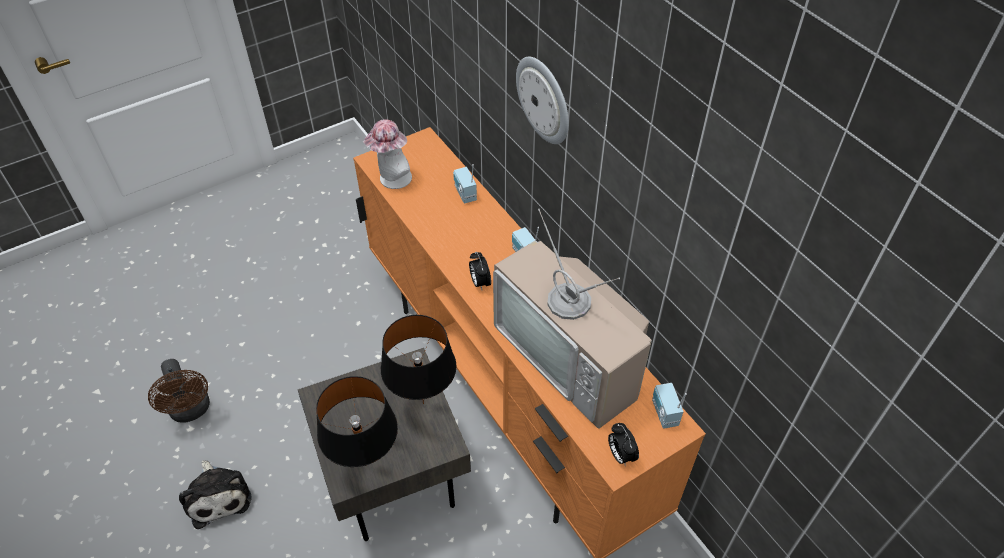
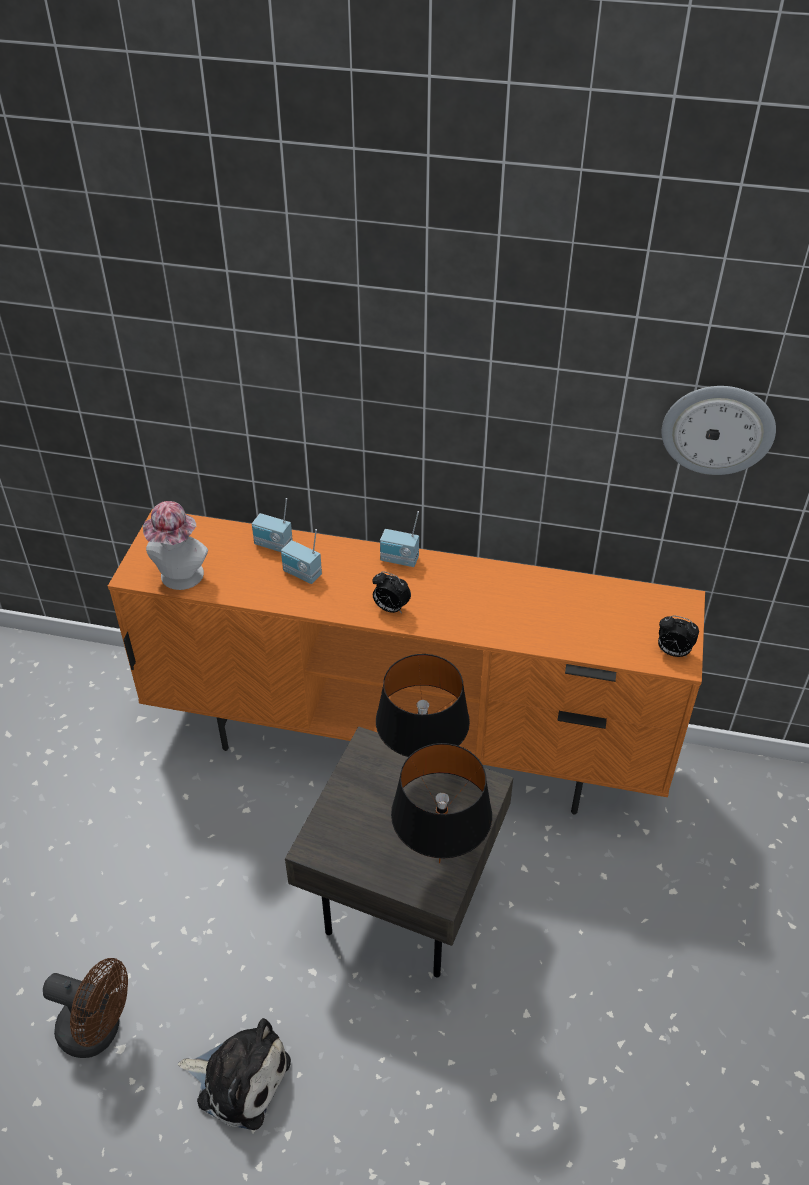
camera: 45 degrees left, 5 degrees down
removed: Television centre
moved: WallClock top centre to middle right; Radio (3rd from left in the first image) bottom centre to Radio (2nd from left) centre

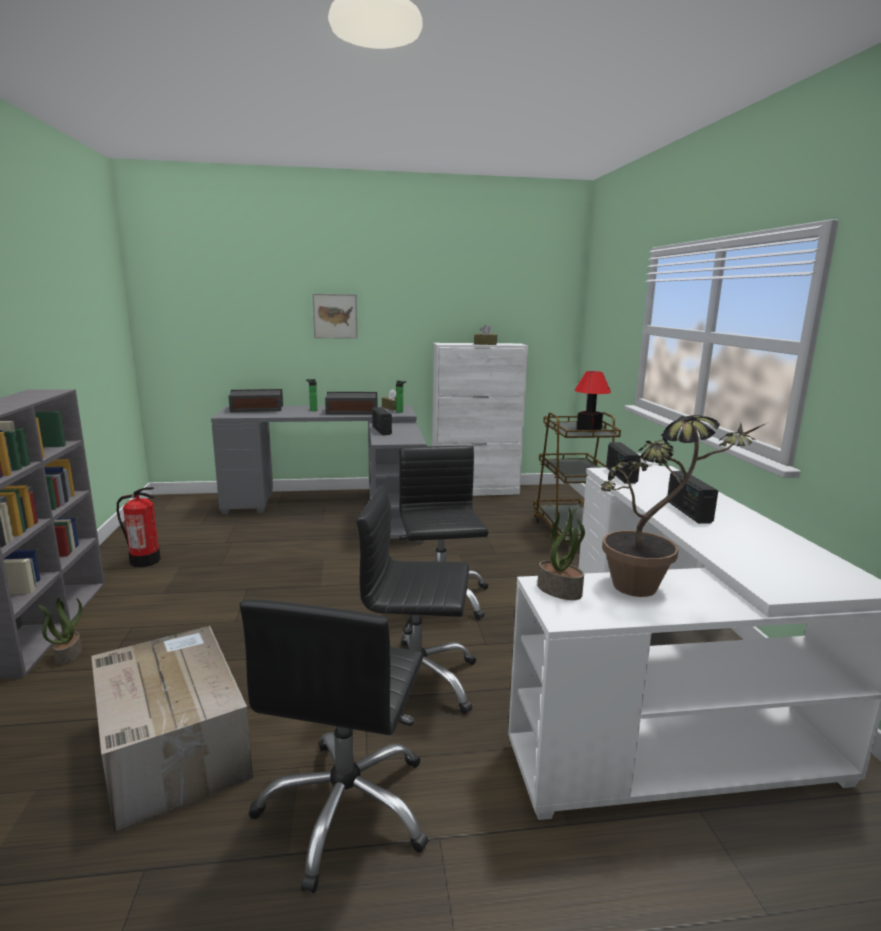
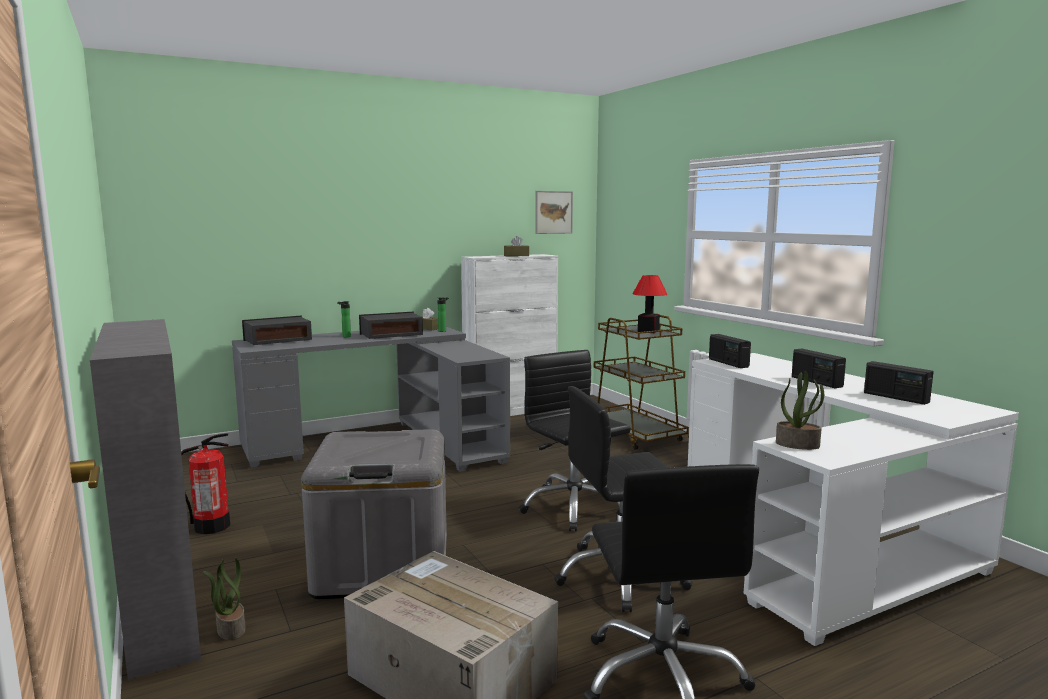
camera: 20 degrees left, 5 degrees down
removed: PottedPlant (3rd from left) middle right
added: GreyStorageBox bottom centre
moved: Picture centre to top centre; Radio (3rd from left in the first image) centre to Radio (5th from left) middle right

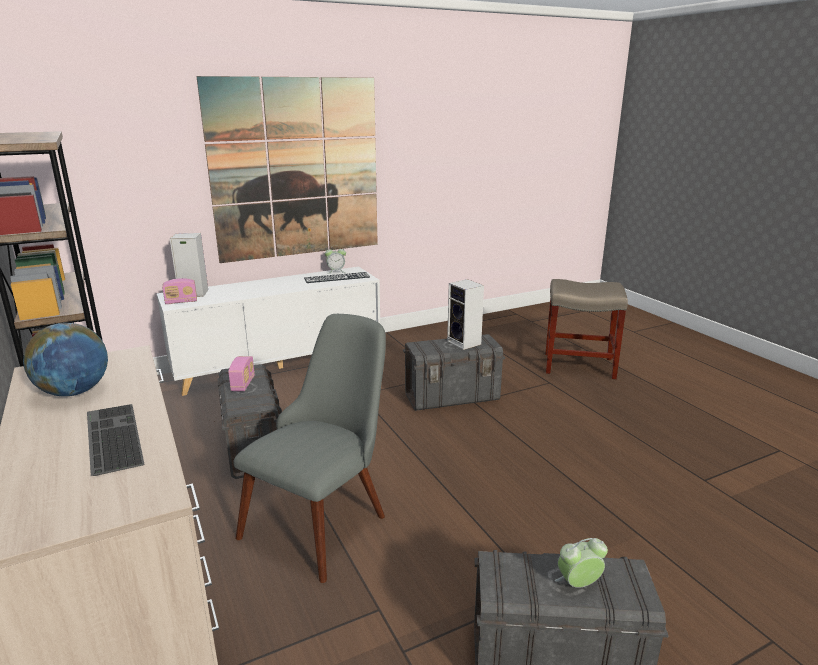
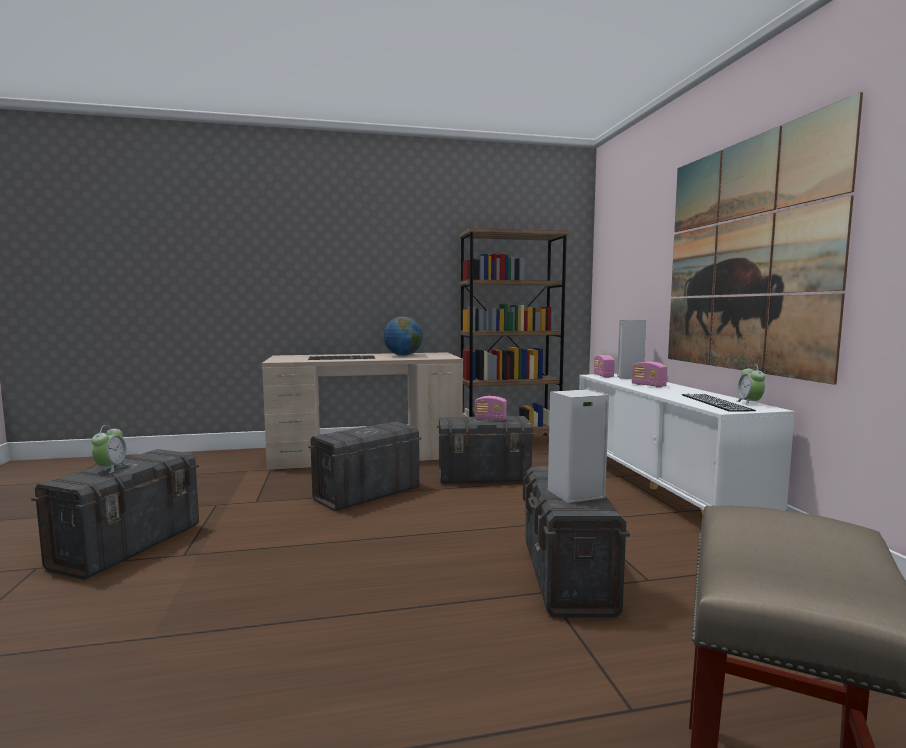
camera: 105 degrees right, 15 degrees down
added: Radio (3rd from left) middle right
replaced: GreyChair bottom centre to GreyStorageBox (2nd from left) centre

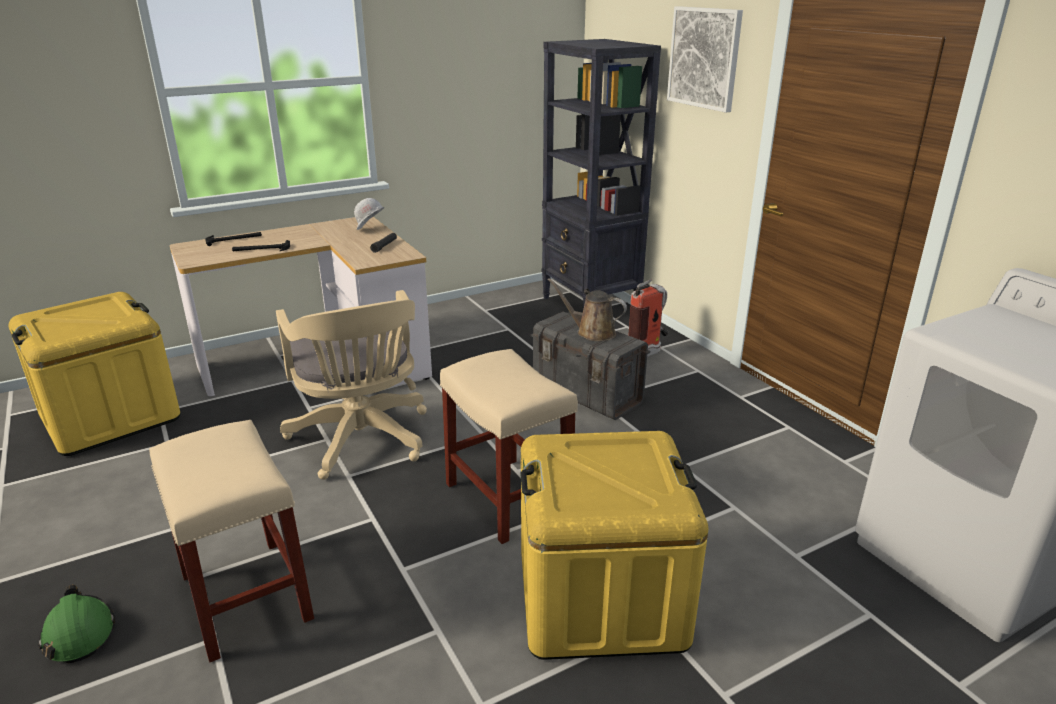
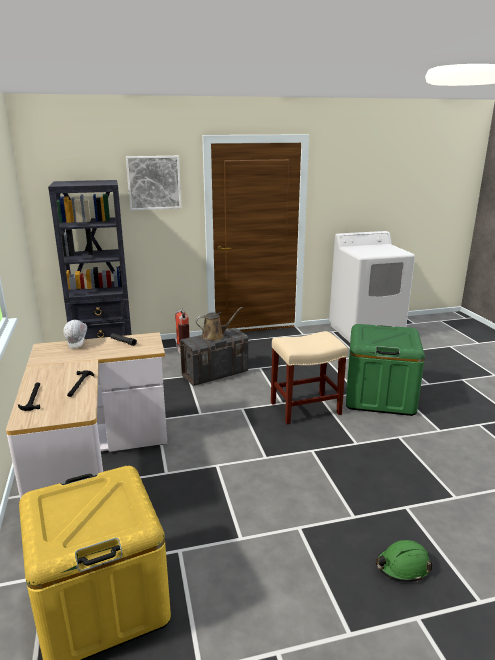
camera: 75 degrees left, 5 degrees down
removed: BeigeStool (1st from left) bottom left; BeigeOfficeChair middle left
recoloured: YellowStorageBox (2nd from left) bottom centre to GreenStorageBox middle right
turned: BrownWateringCan centre = centre 150 degrees counterclockwise

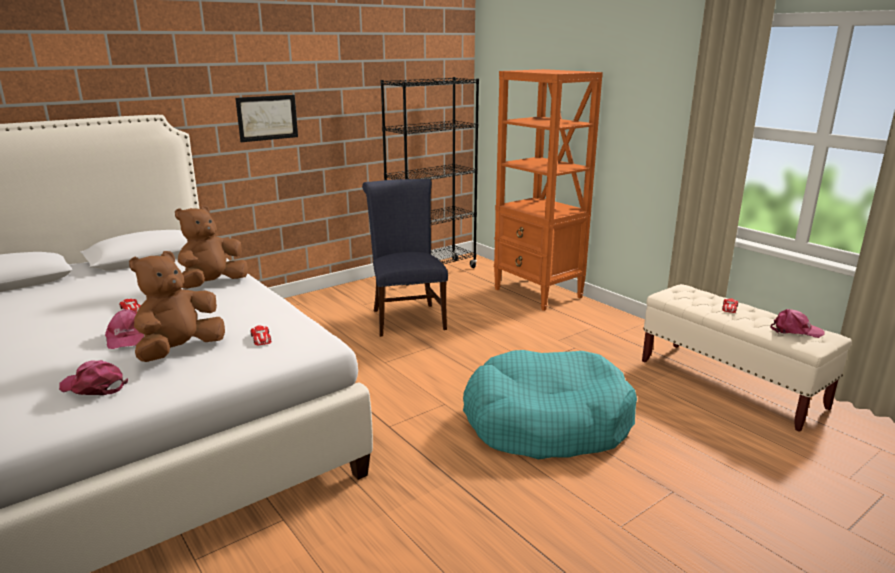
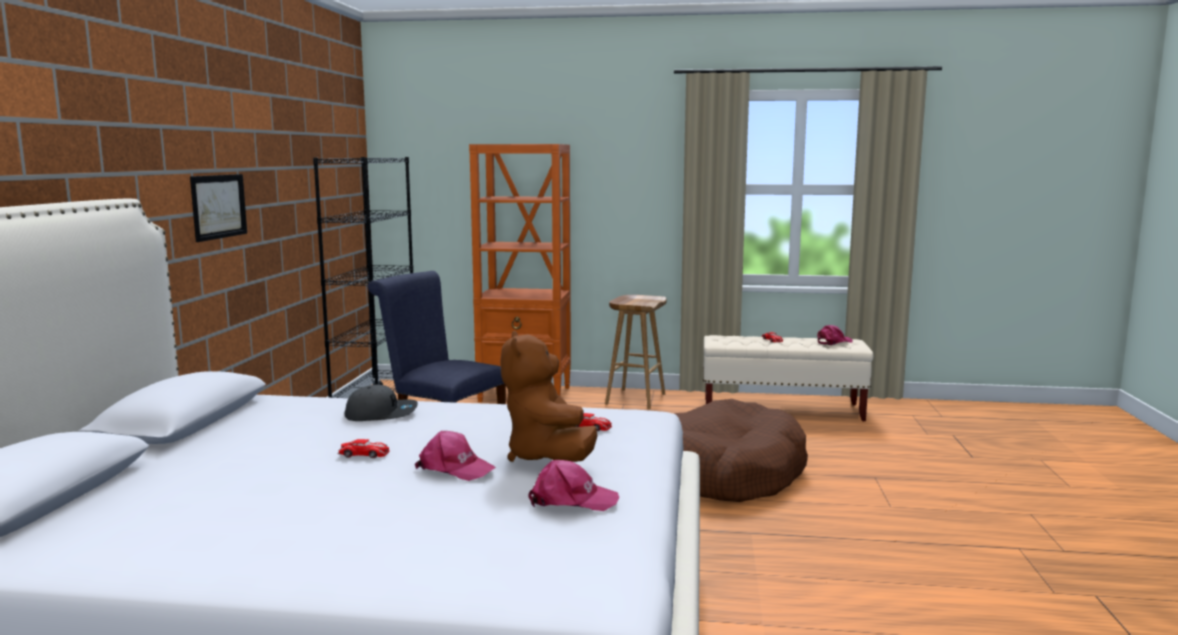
camera: 45 degrees left, 10 degrees down
added: BrownStool centre
replaced: BrownPlushToy (2nd from left) middle left to GreyCap middle left
recoloured: TurquoiseDogBed bottom centre to BrownDogBed bottom centre
turned: PinkCap (1st from left in the first image) middle left = bottom centre 150 degrees counterclockwise

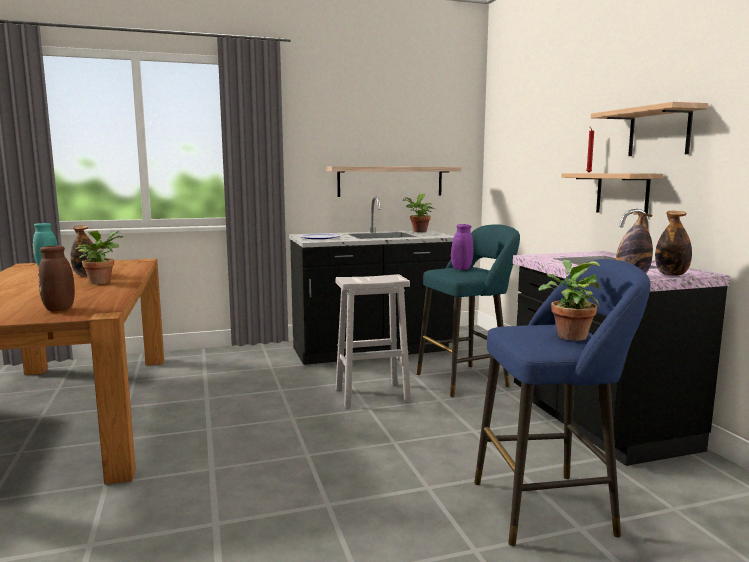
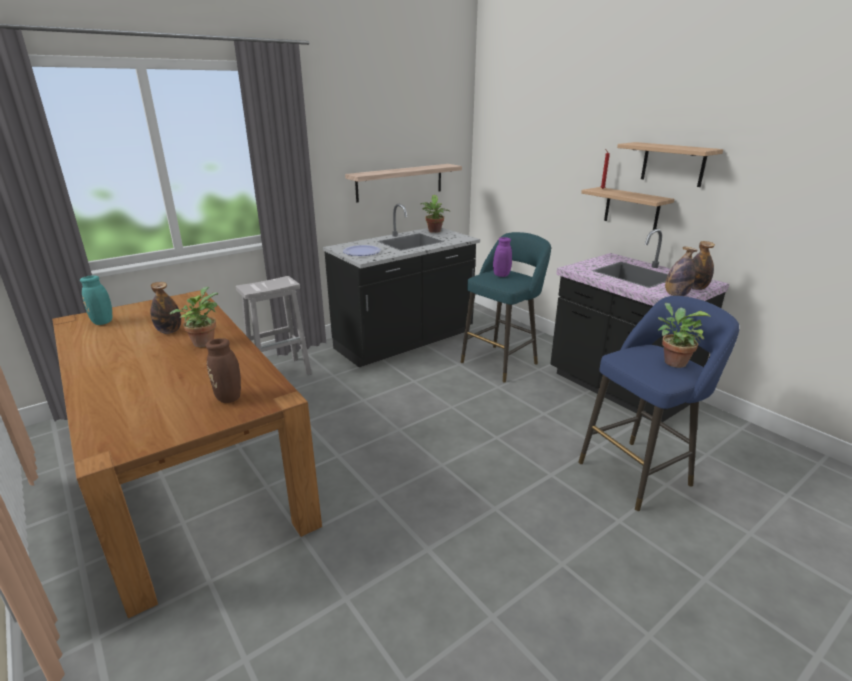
camera: 20 degrees left, 15 degrees up
moved: WhiteStool centre to middle left

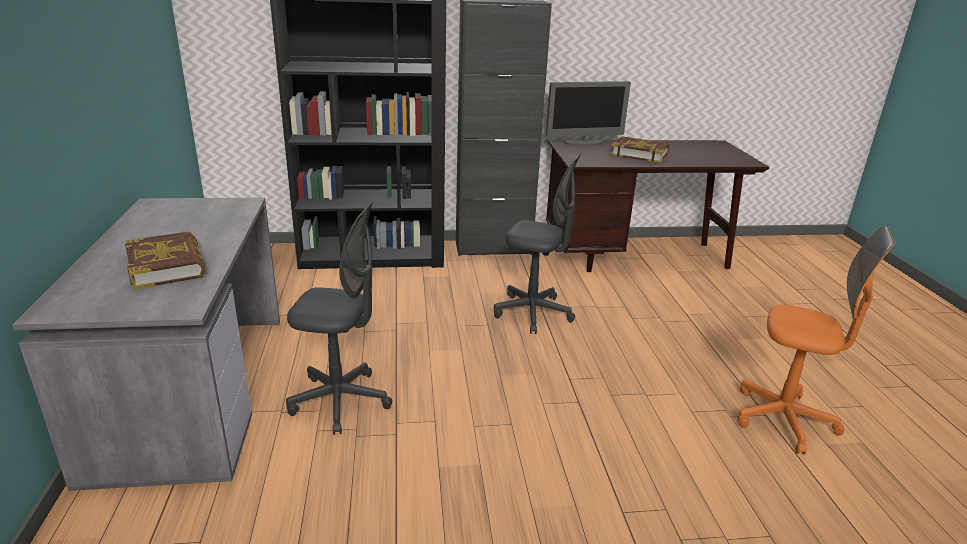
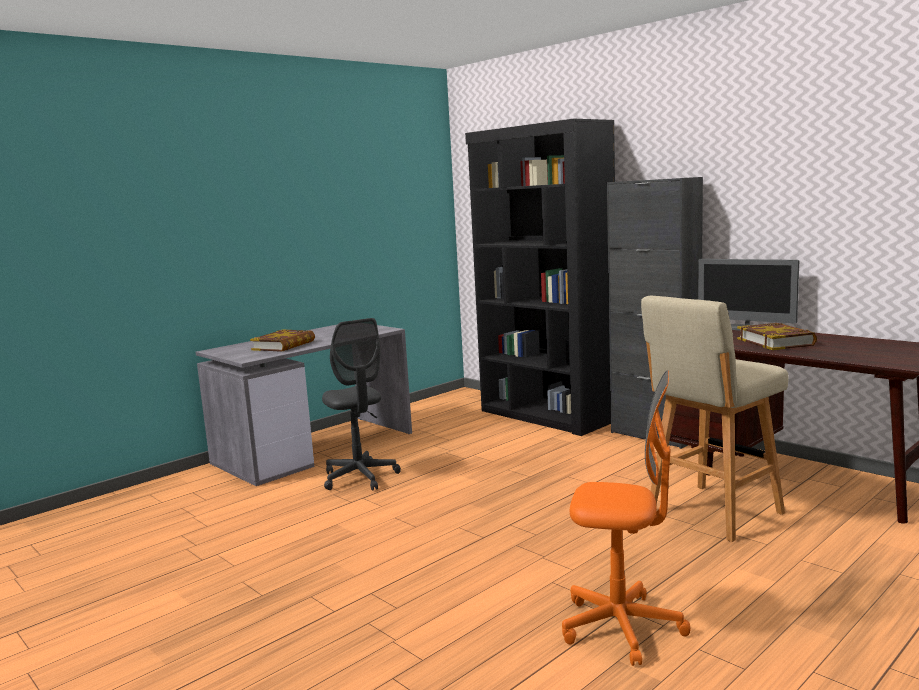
camera: 55 degrees right, 15 degrees down
removed: GreyOfficeChair (2nd from left) centre
added: BeigeStool middle right
turned: OrangeOfficeChair middle right = bottom right 60 degrees counterclockwise

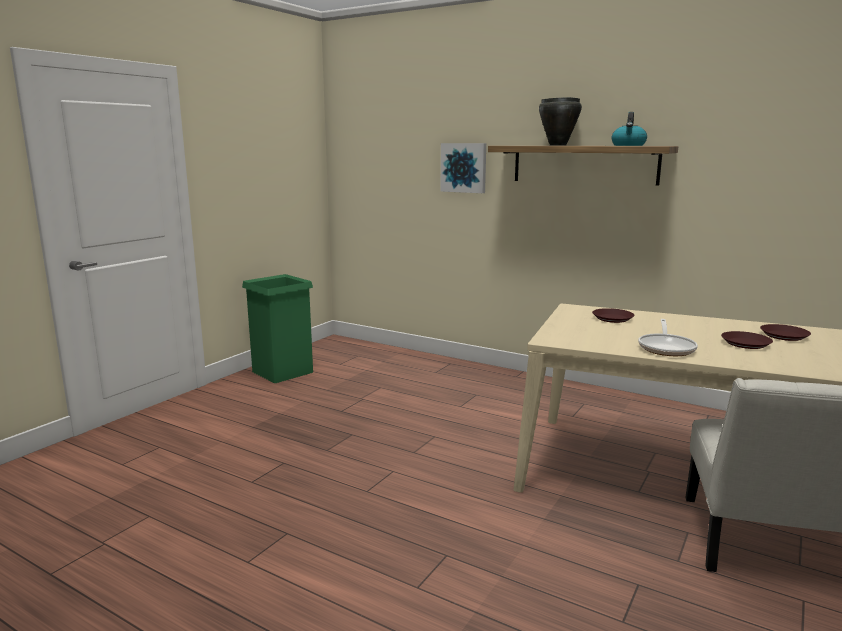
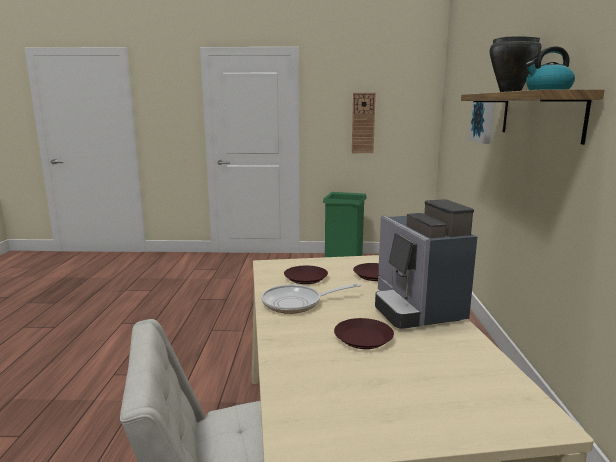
camera: 60 degrees right, 0 degrees up
added: WallClock top centre; CoffeeMachine middle right
moved: BrownPlate (3rd from left in the first image) middle right to BrownPlate (1st from left) centre

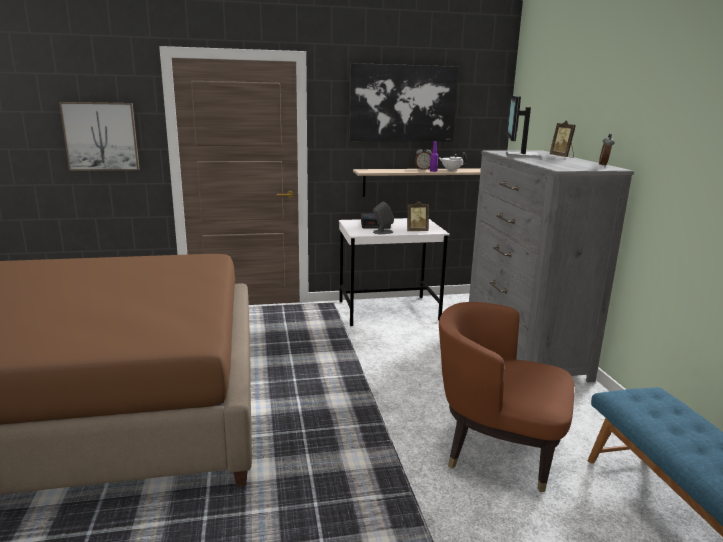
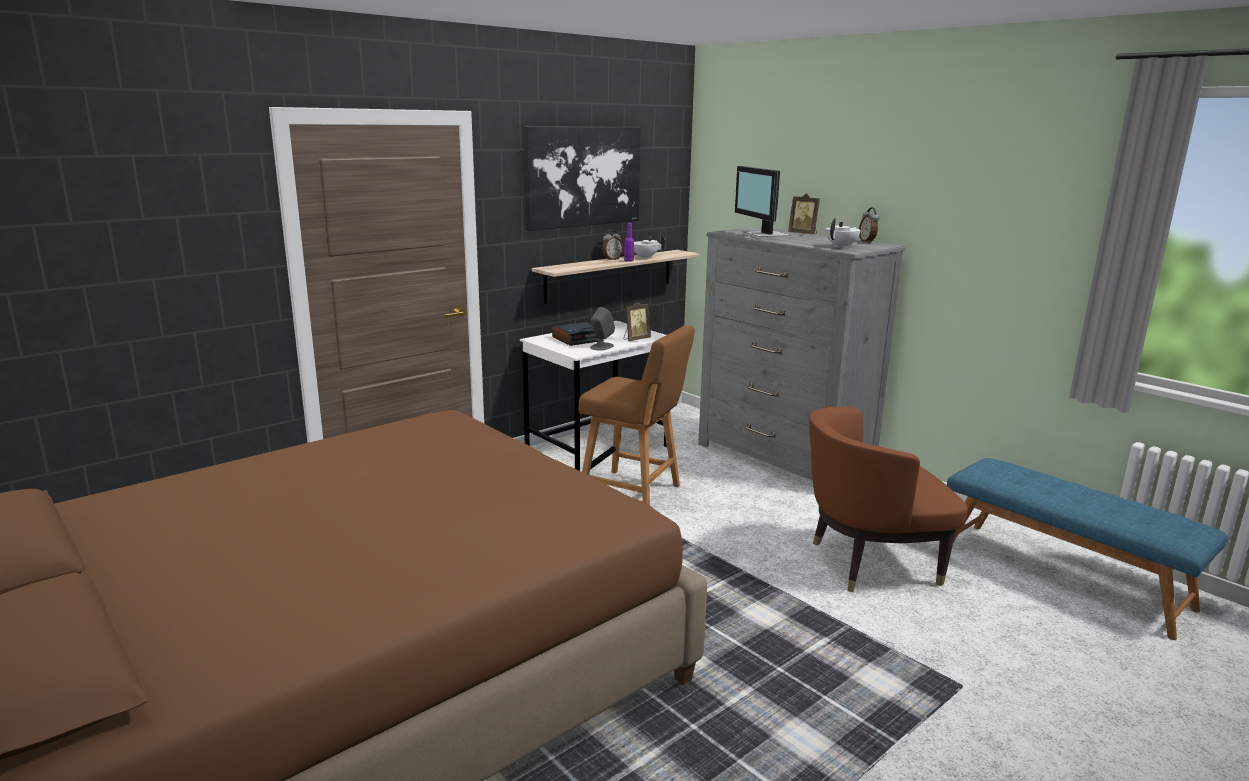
camera: 30 degrees left, 0 degrees up
removed: Picture (1st from left) top left
added: BrownChair centre; WhiteTeapot (2nd from left) top right

